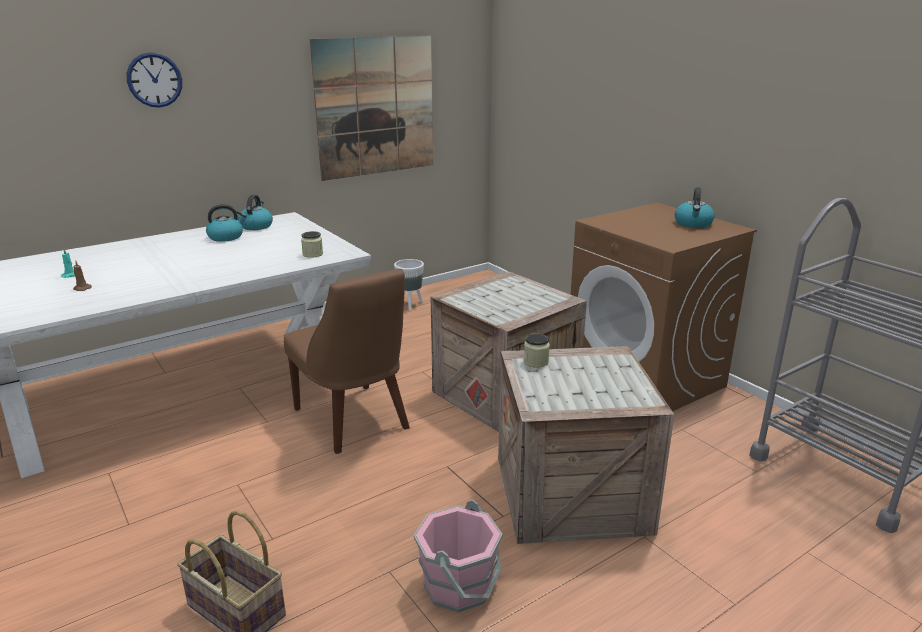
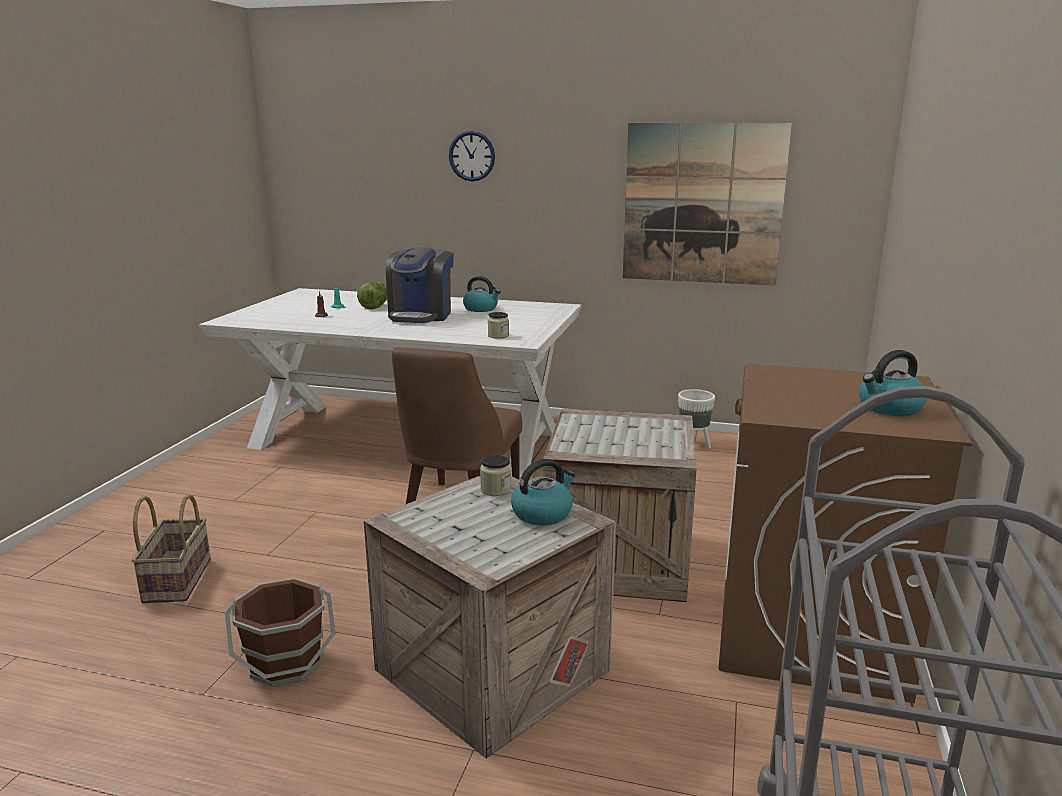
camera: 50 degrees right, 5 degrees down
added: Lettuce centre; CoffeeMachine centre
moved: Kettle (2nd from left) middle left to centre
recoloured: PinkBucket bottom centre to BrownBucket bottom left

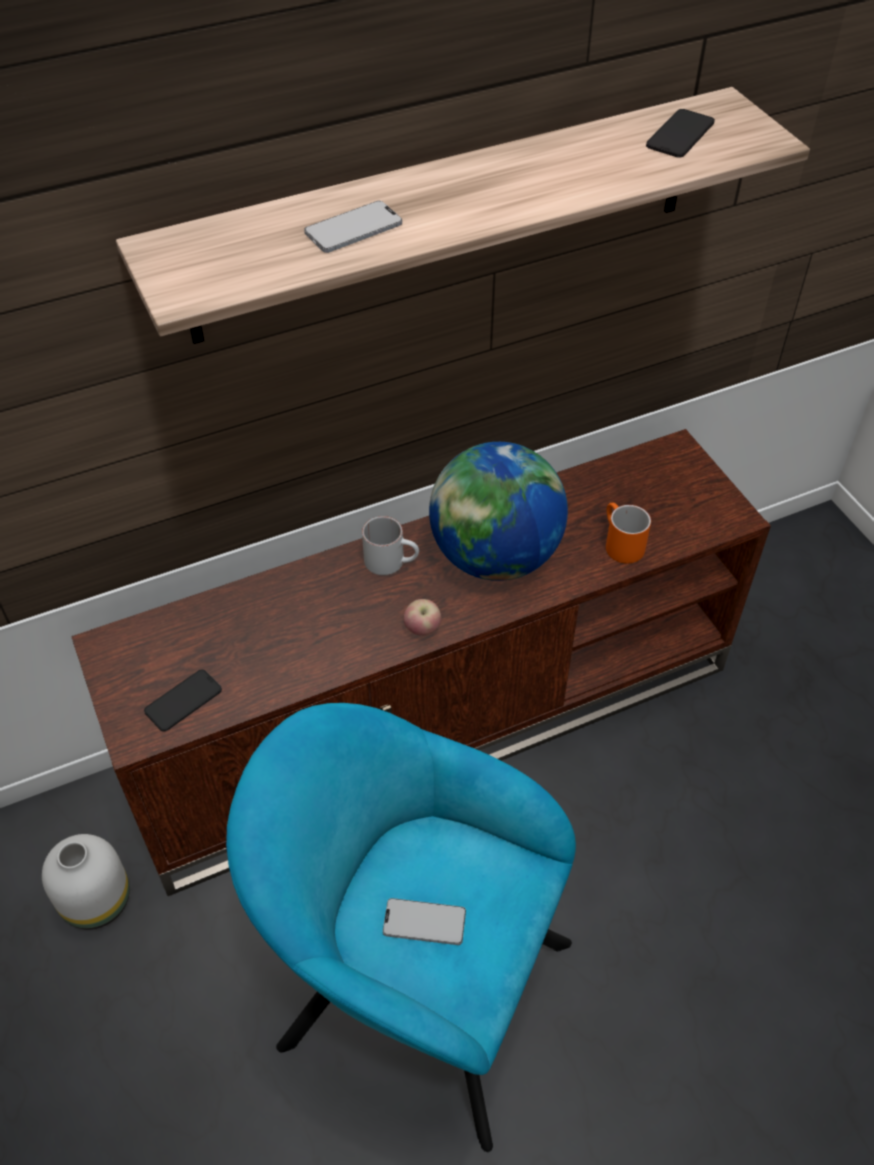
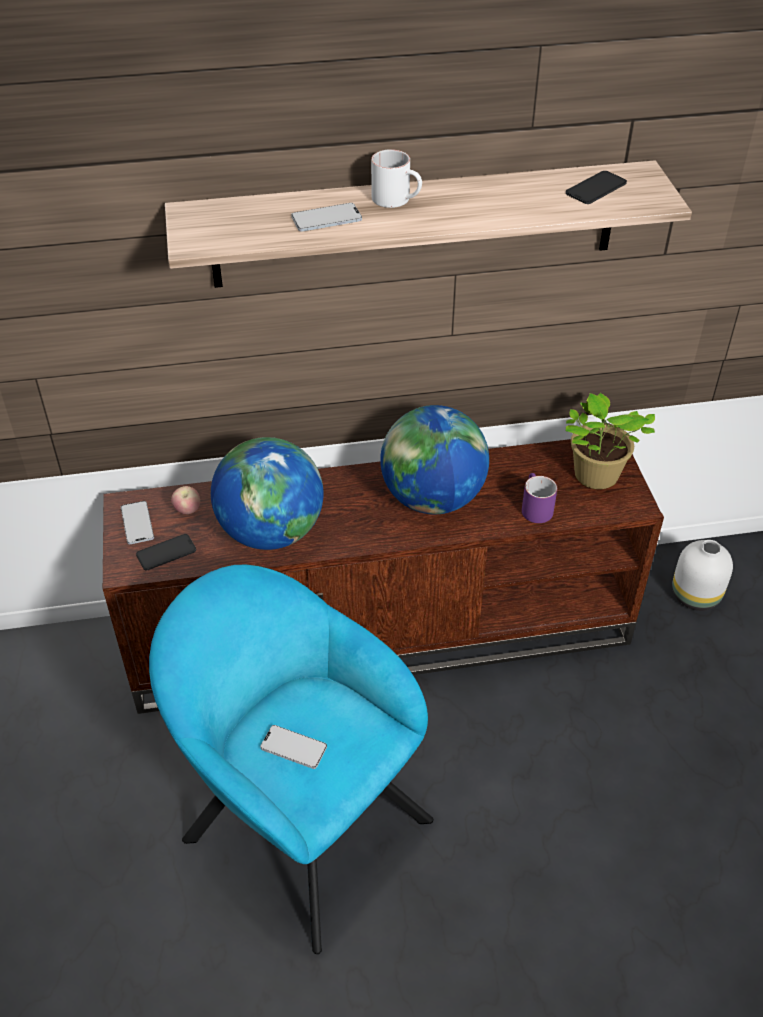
camera: 15 degrees right, 5 degrees down
added: Phone (1st from left) middle left; Globe (1st from left) centre; PottedPlant middle right
moved: WhiteVase bottom left to middle right; WhiteMug centre to top centre; Apple centre to middle left
recoloured: OrangeMug middle right to PurpleMug middle right

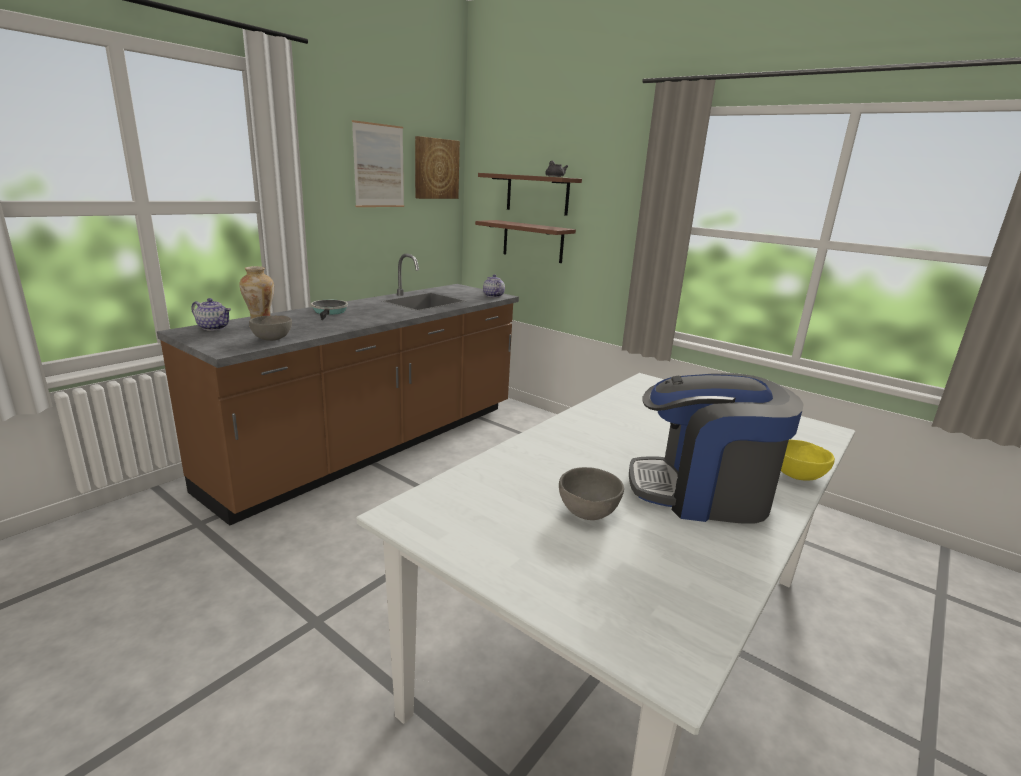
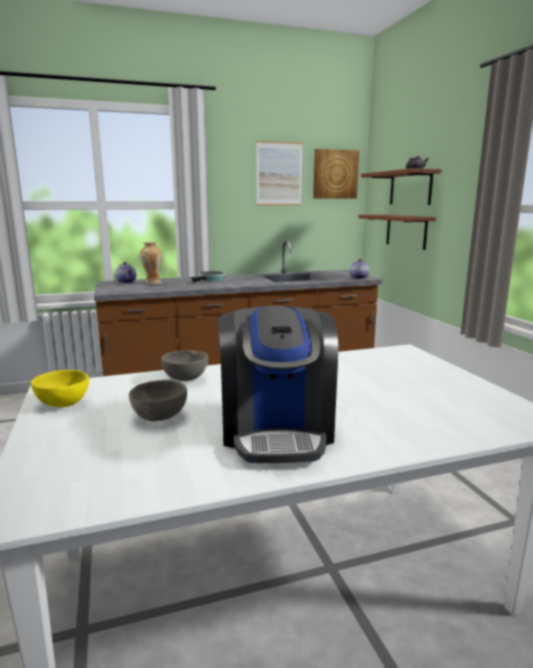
camera: 35 degrees right, 5 degrees down
moved: GreyBowl (1st from left in the first image) middle left to GreyBowl (2nd from left) centre; YellowBowl middle right to middle left
turned: CoffeeMachine middle right = centre 135 degrees counterclockwise

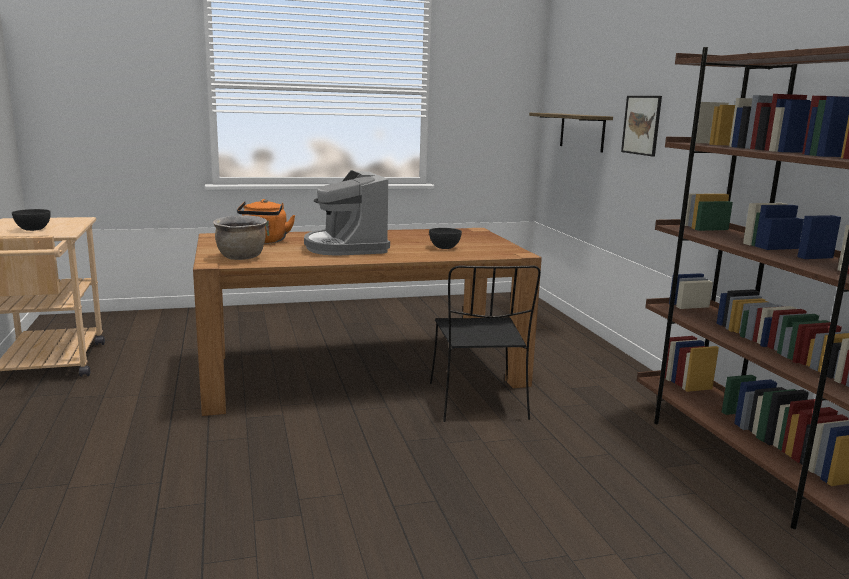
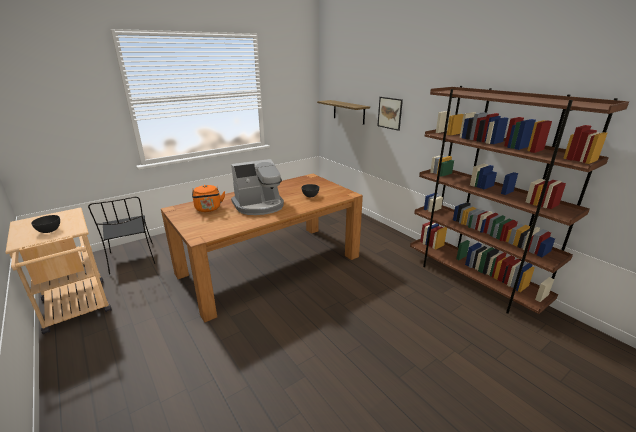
camera: 20 degrees left, 10 degrees up
removed: BrownCookingPot middle left
moved: BlackChair centre to middle left
turned: CoffeeMachine centre = centre 75 degrees counterclockwise

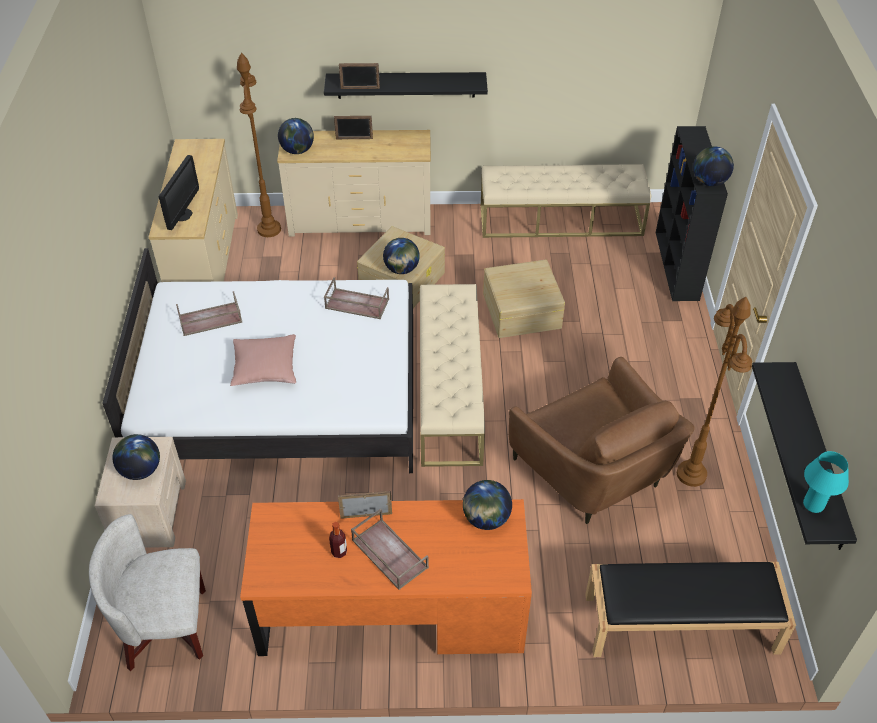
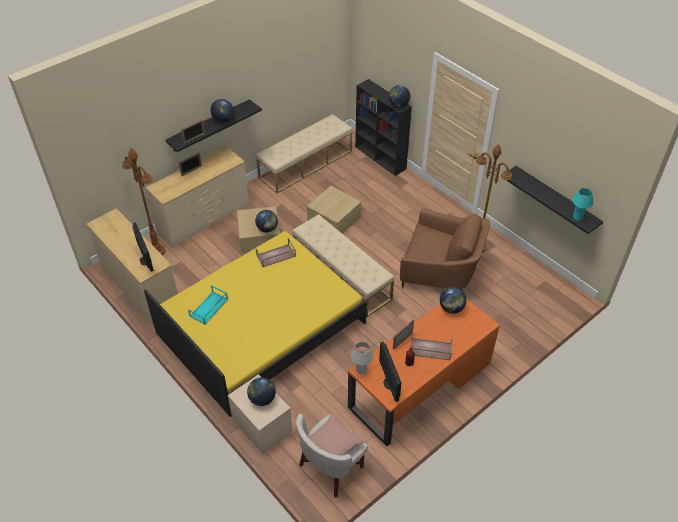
camera: 40 degrees left, 0 degrees up
removed: BlackBench bottom right
added: WhiteTableLamp bottom centre; Monitor (2nd from left) bottom centre
moved: PinkPillow middle left to bottom centre; Globe (2nd from left in the first image) top centre to Globe (1st from left) top left
recoloured: WhiteBed middle left to YellowBed centre; BrownTray (1st from left) middle left to TurquoiseTray middle left

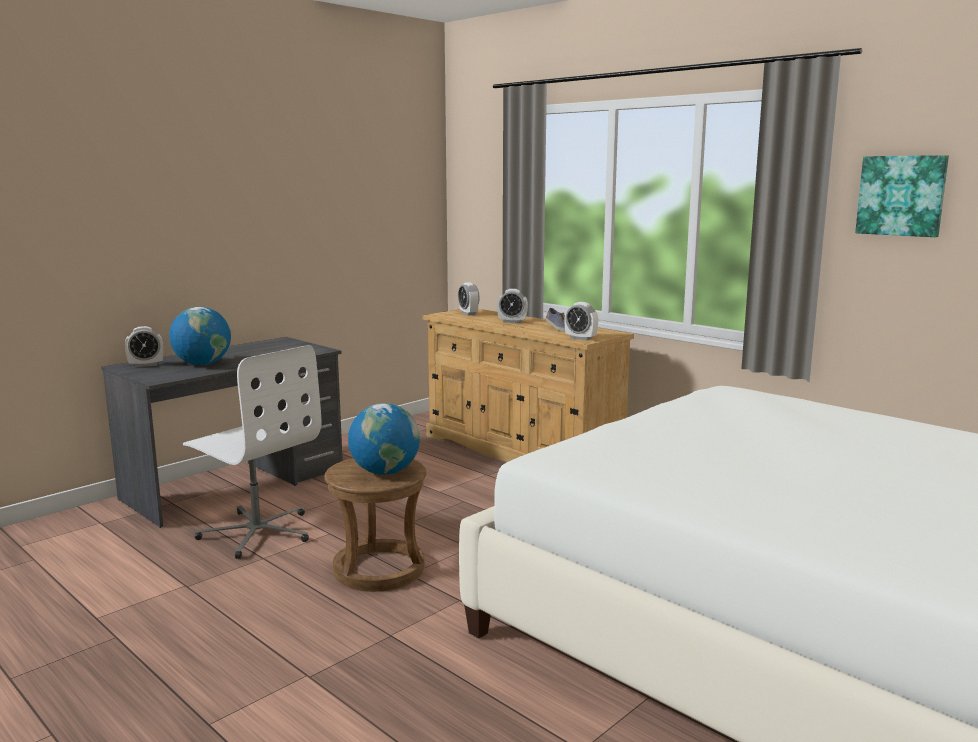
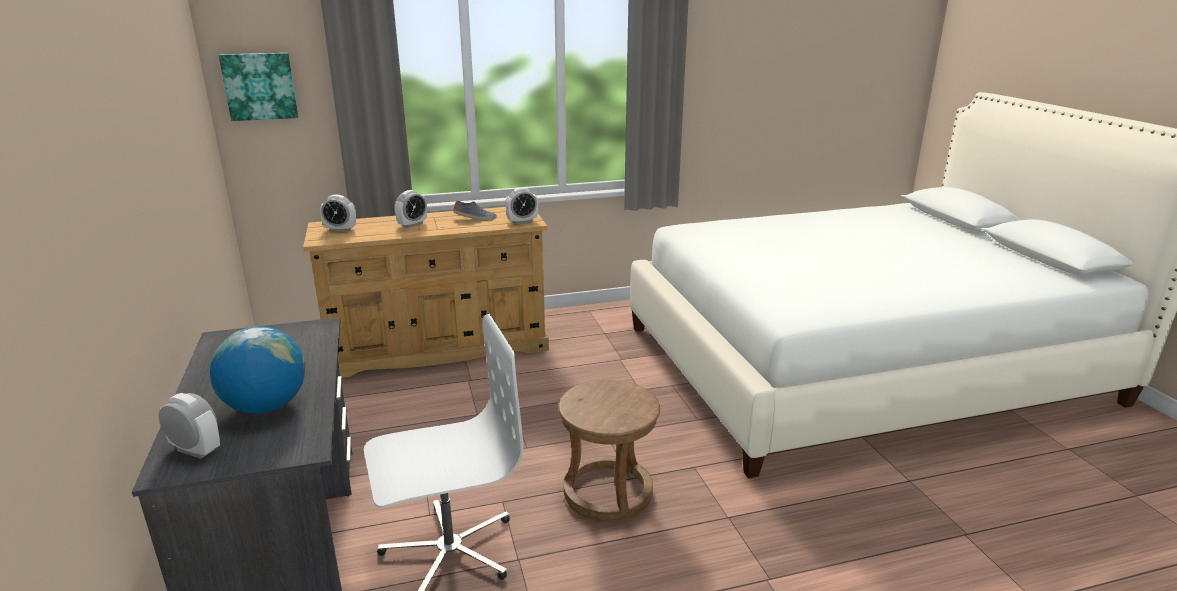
camera: 60 degrees left, 10 degrees up
removed: Globe (2nd from left) centre
moved: Picture top right to top left
turned: AlarmClock (1st from left) middle left = bottom left 75 degrees counterclockwise

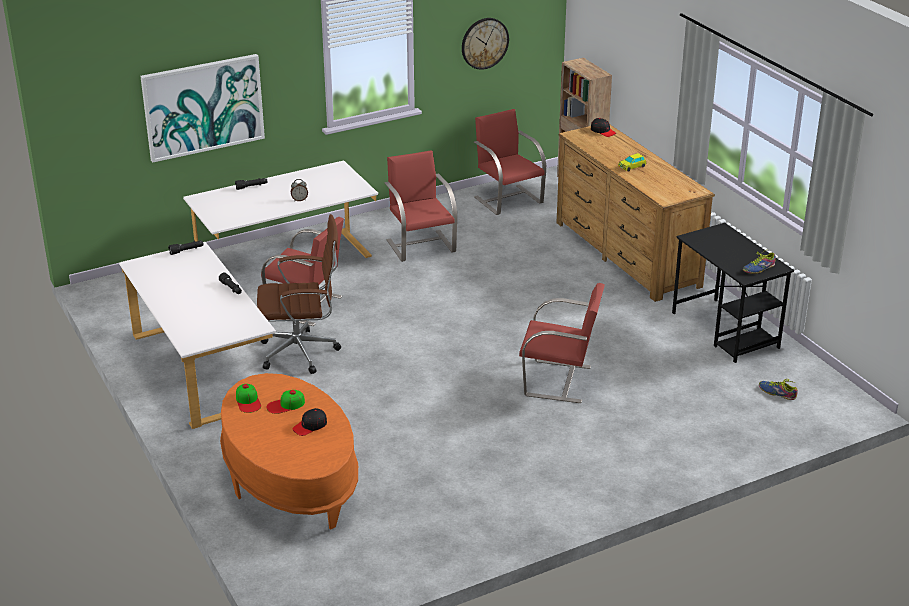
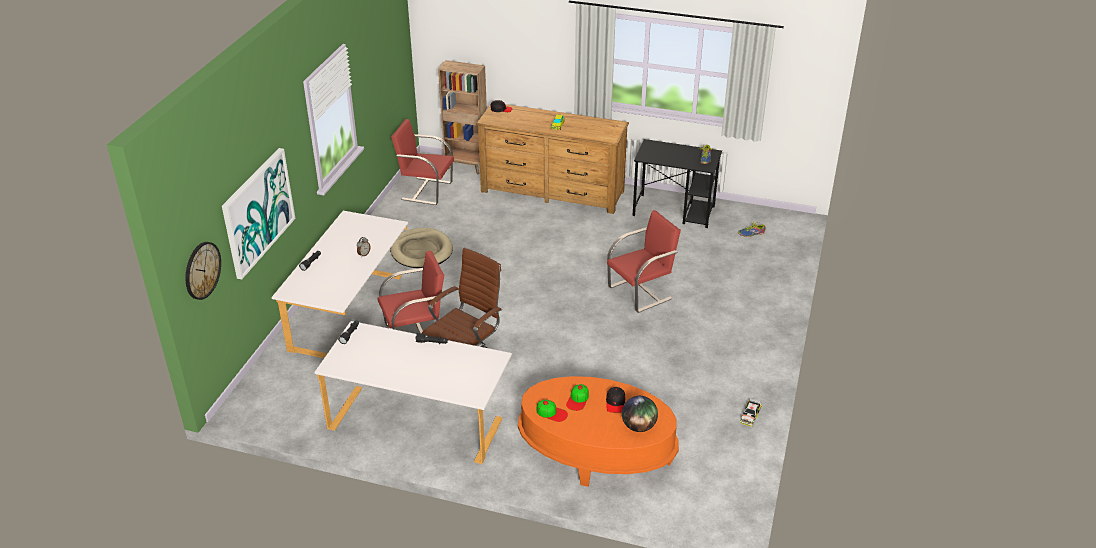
camera: 45 degrees left, 5 degrees up
added: Globe bottom centre; ToyCar (2nd from left) bottom right
moved: WallClock top centre to middle left
replaced: RedChair (2nd from left) centre to BeigeDogBed centre

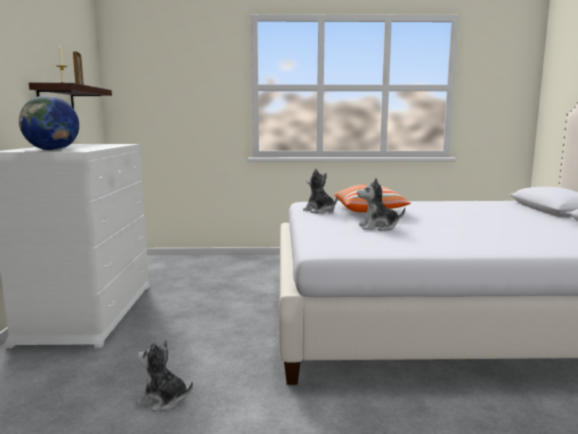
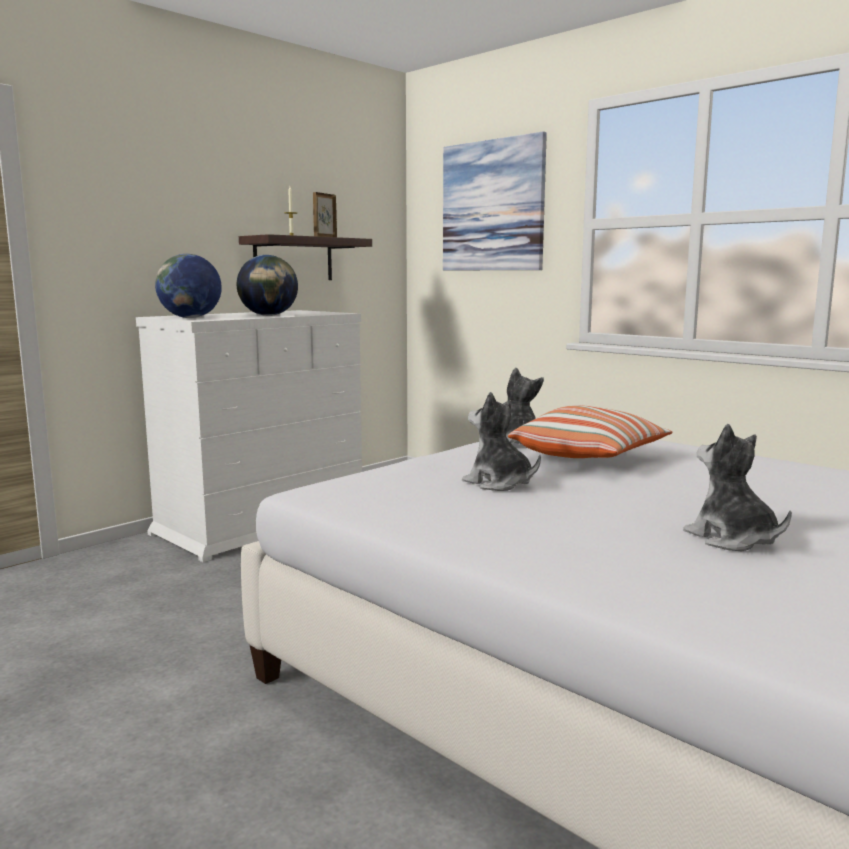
camera: 45 degrees right, 0 degrees up
added: Globe (2nd from left) middle left; Picture top centre
moved: PlushToy (1st from left in the first image) bottom left to PlushToy (3rd from left) middle right

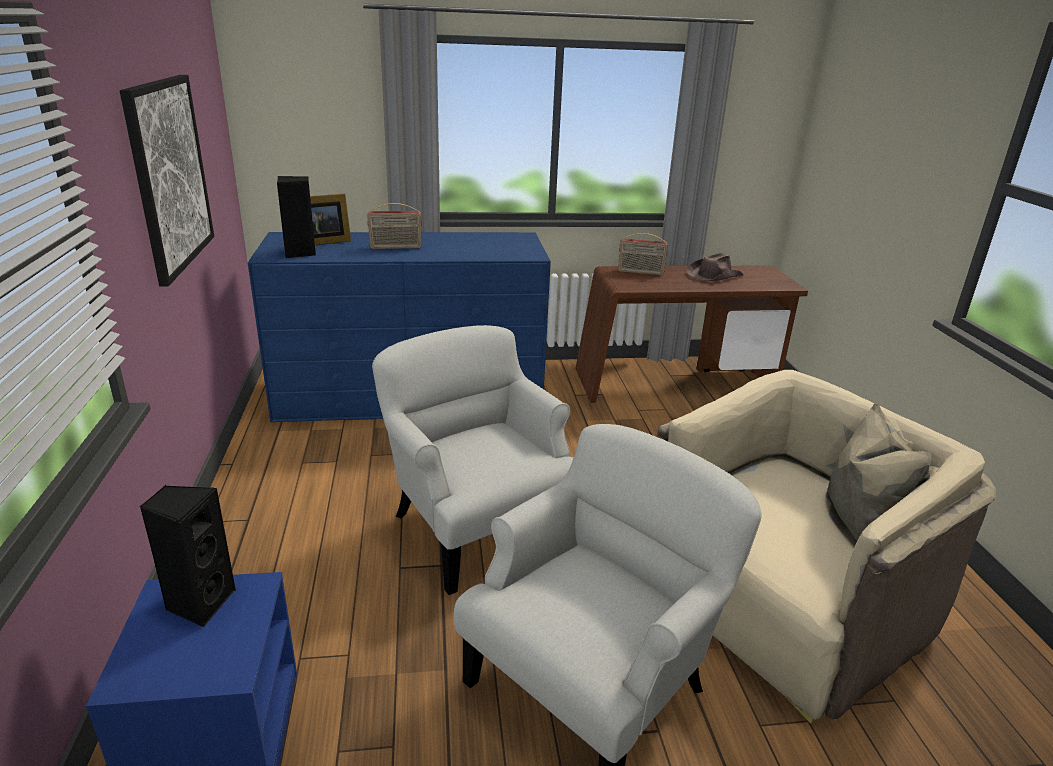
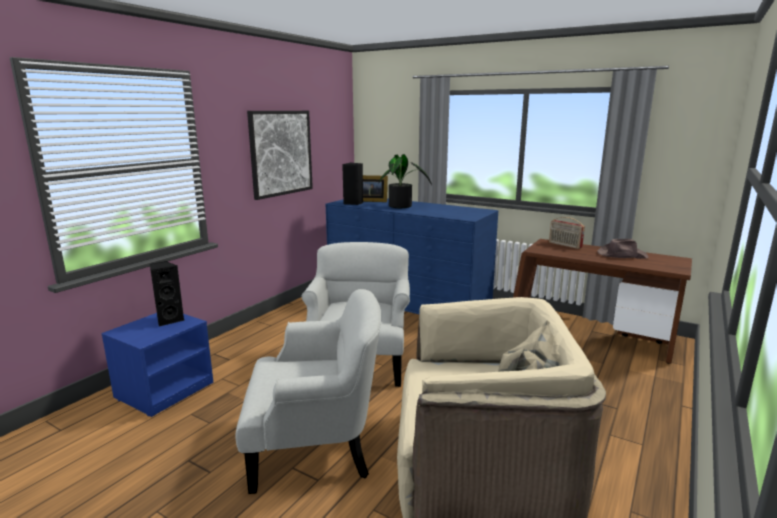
camera: 40 degrees right, 10 degrees down
replaced: Radio (1st from left) top centre to PottedPlant centre

